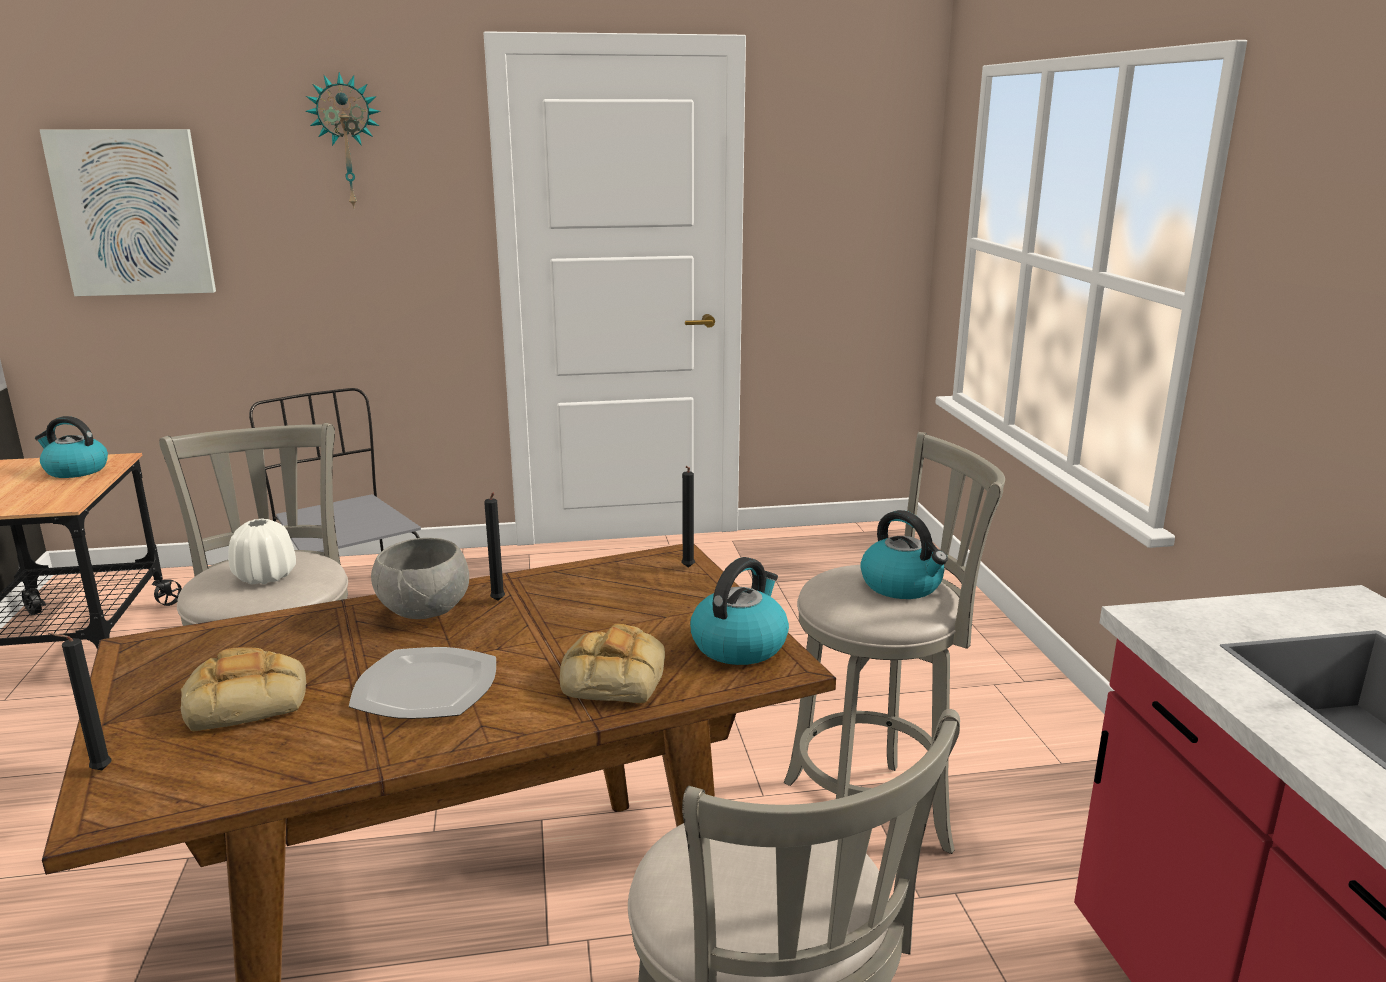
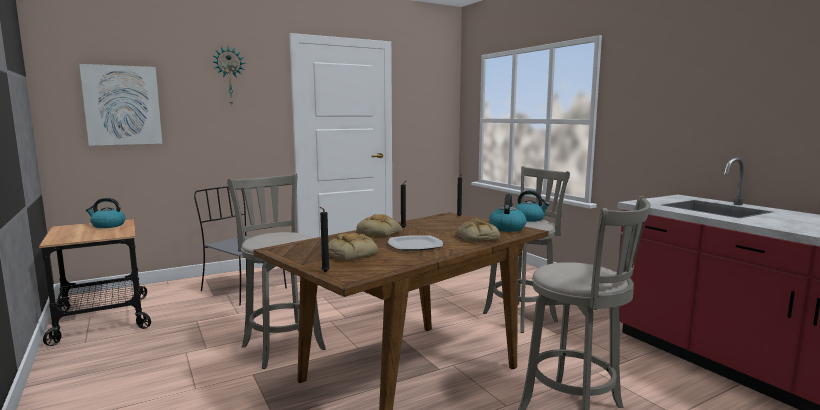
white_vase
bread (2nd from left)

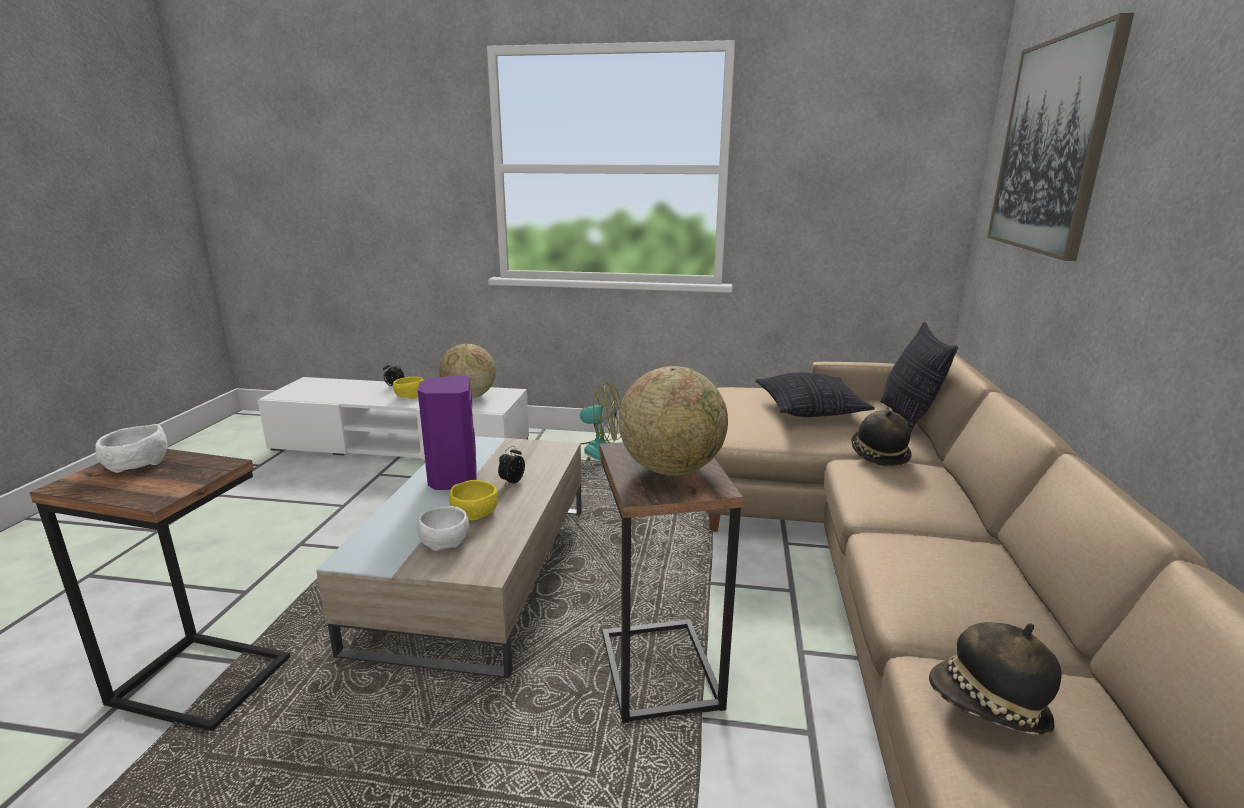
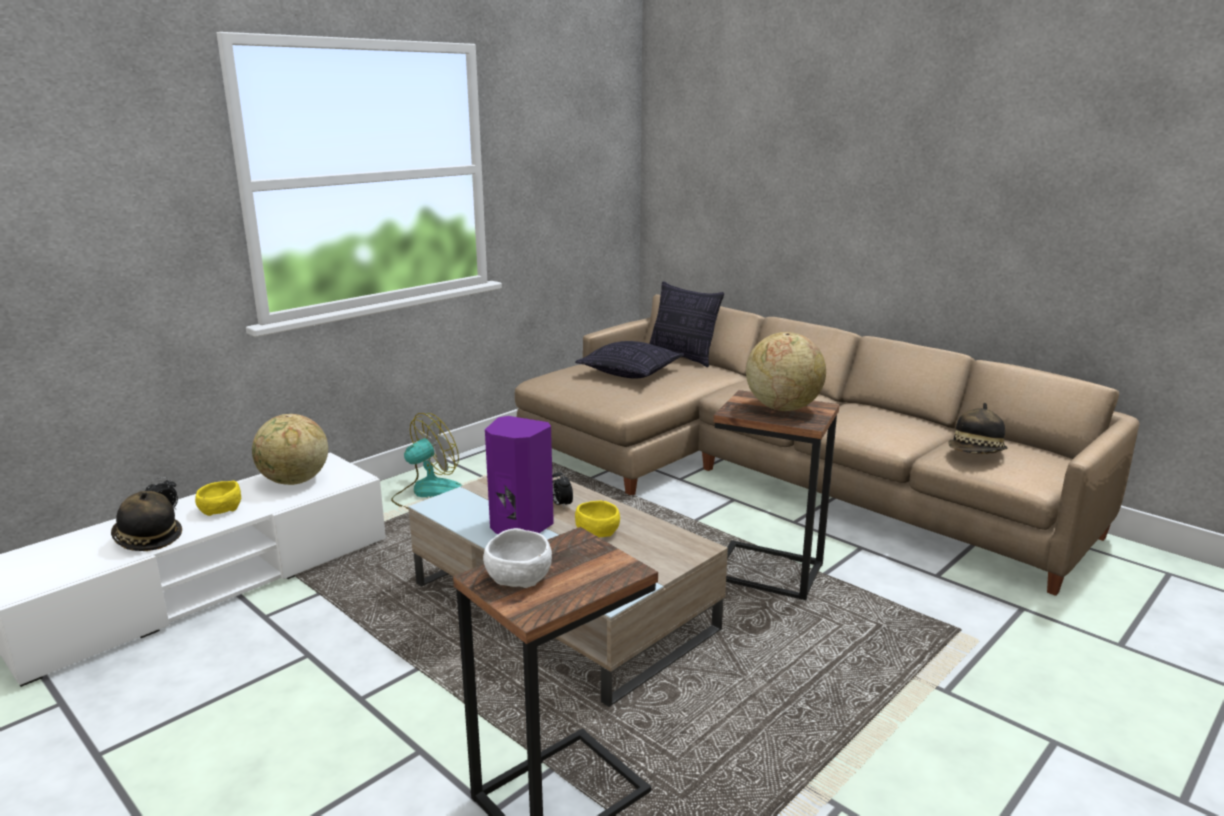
white_bowl (2nd from left in the first image)
picture
hat (1st from left)

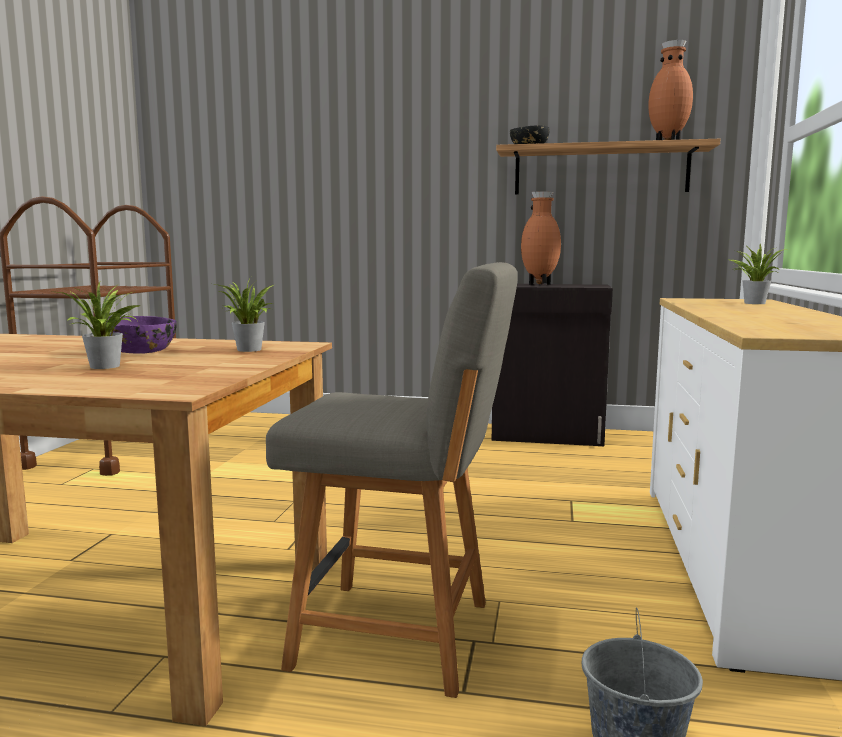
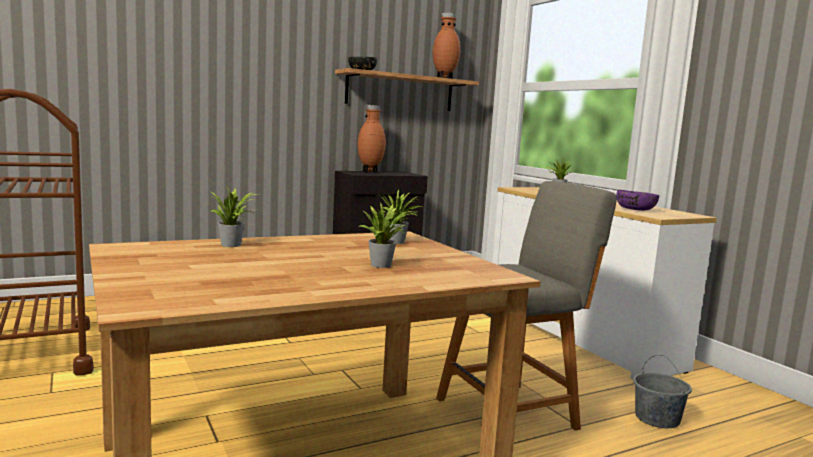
potted_plant (1st from left)
purple_bowl

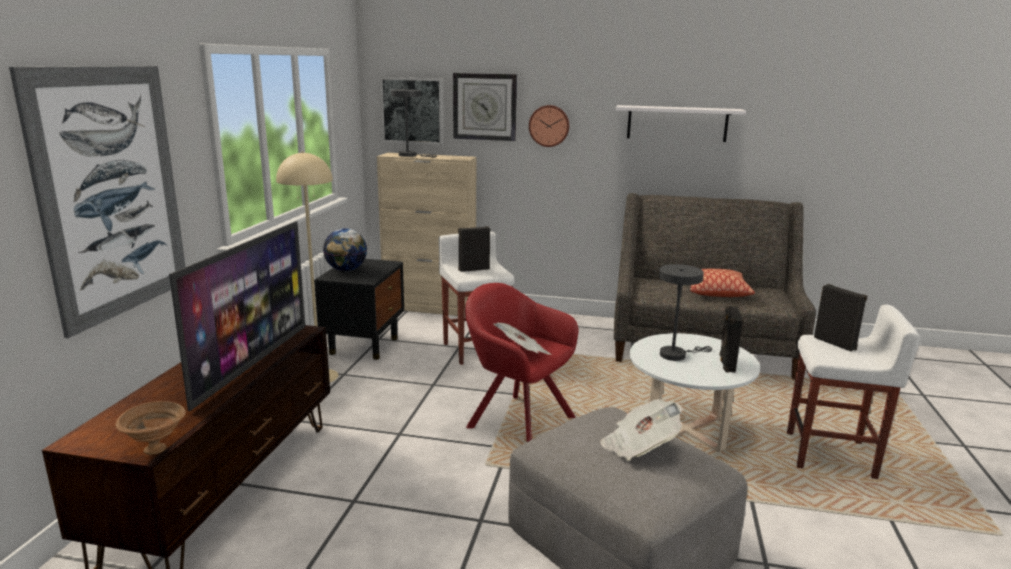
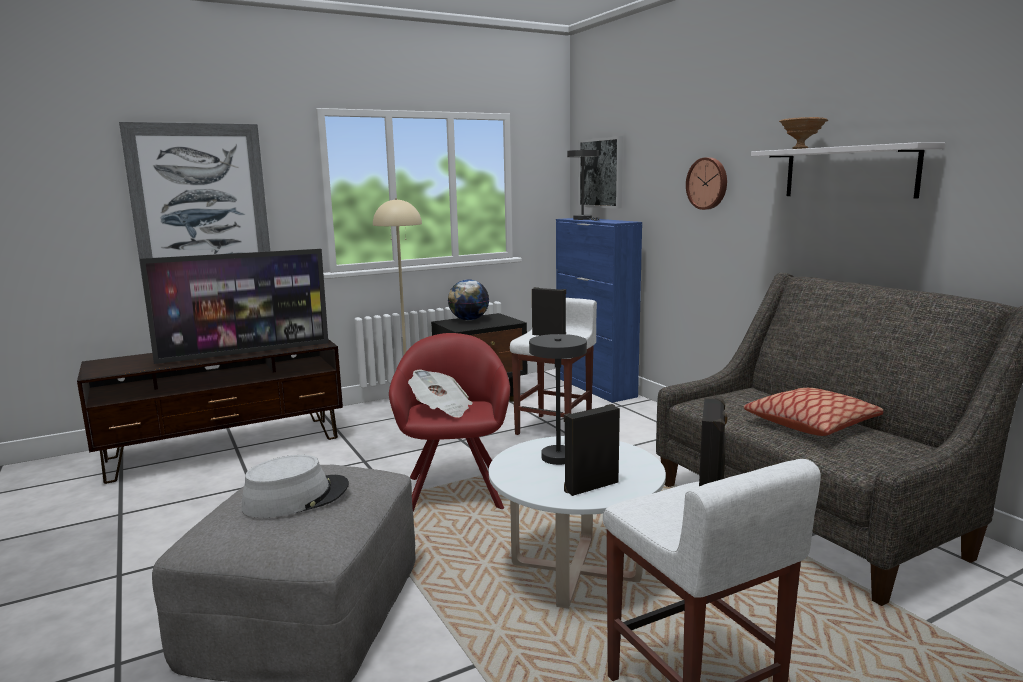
wall_clock (1st from left in the first image)
brown_bowl
grey_hat
blue_cabinet

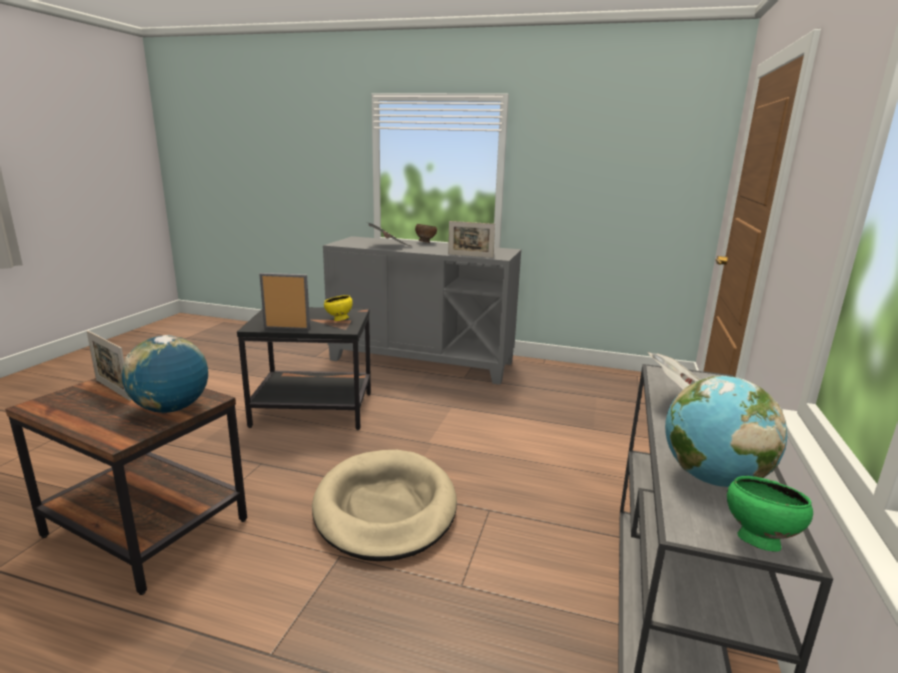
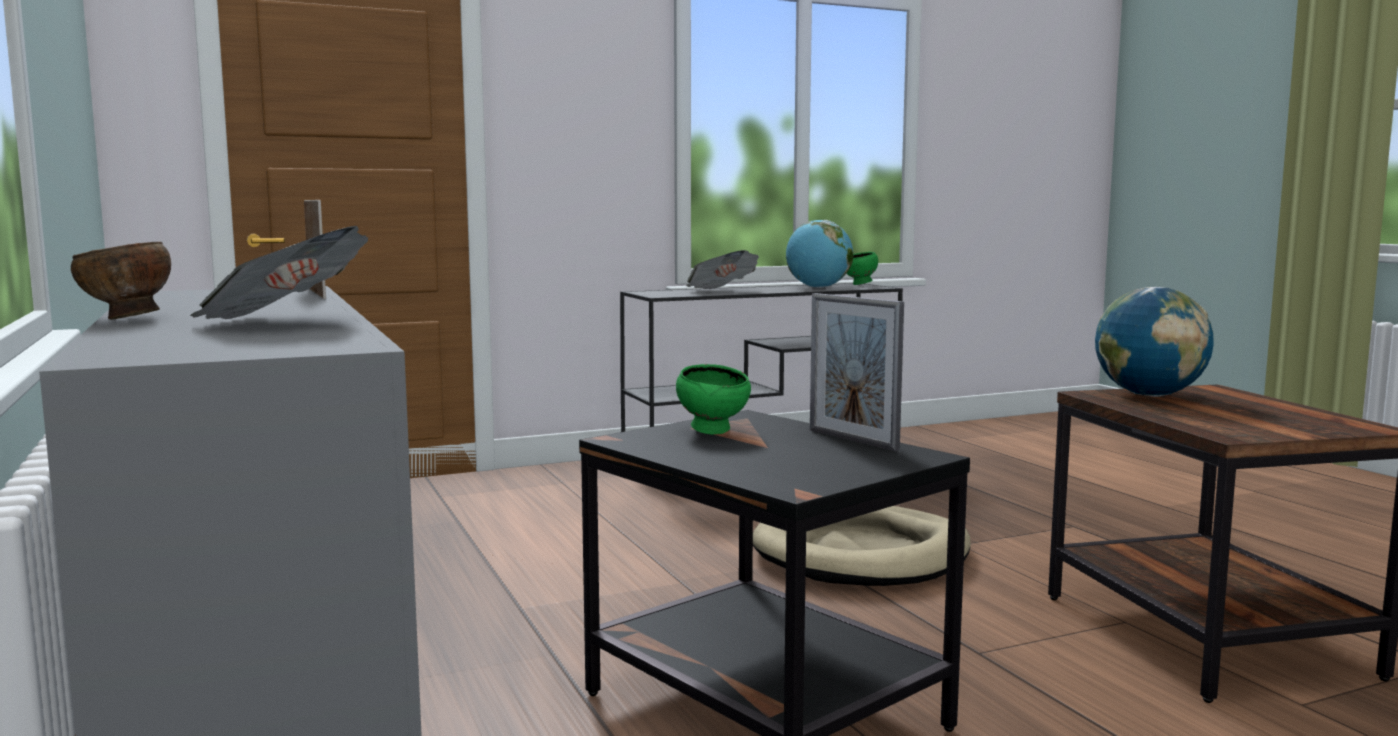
picture_frame (1st from left in the first image)
green_bowl (1st from left)

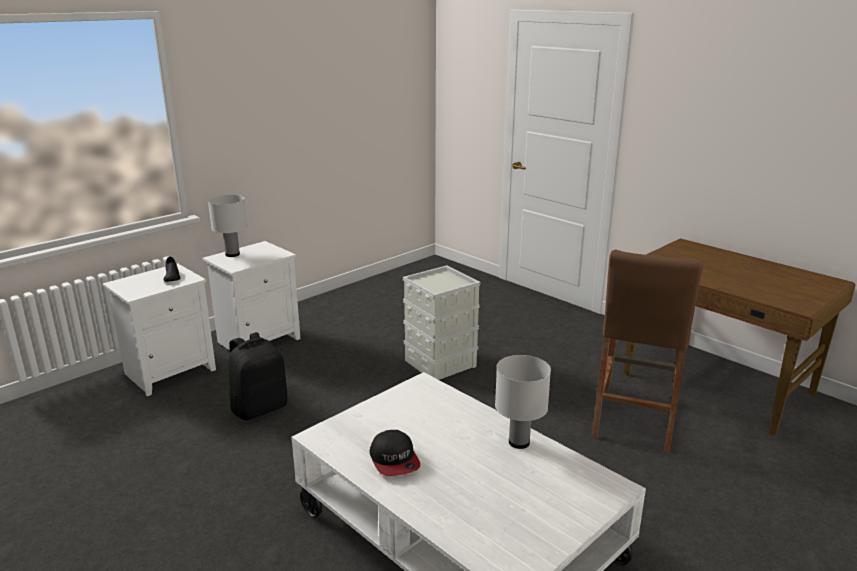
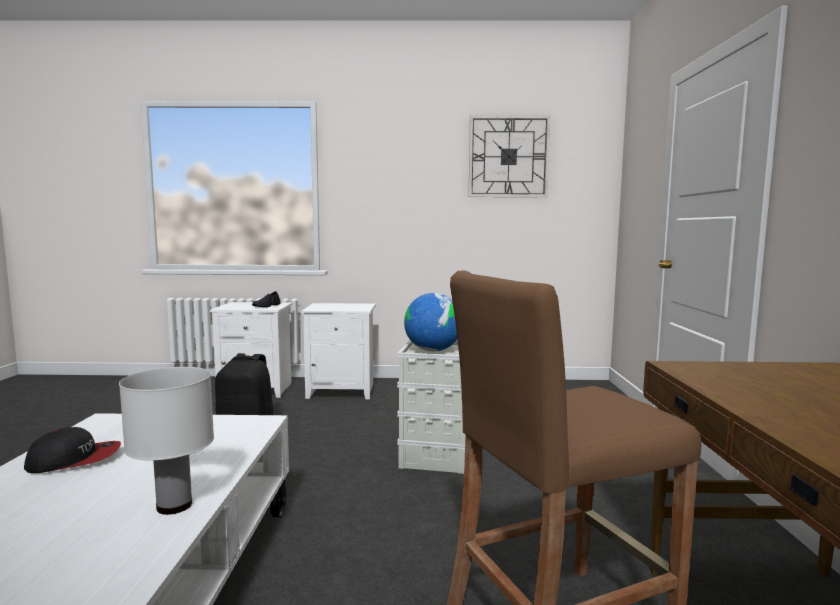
white_table_lamp (1st from left in the first image)
globe
wall_clock
cap

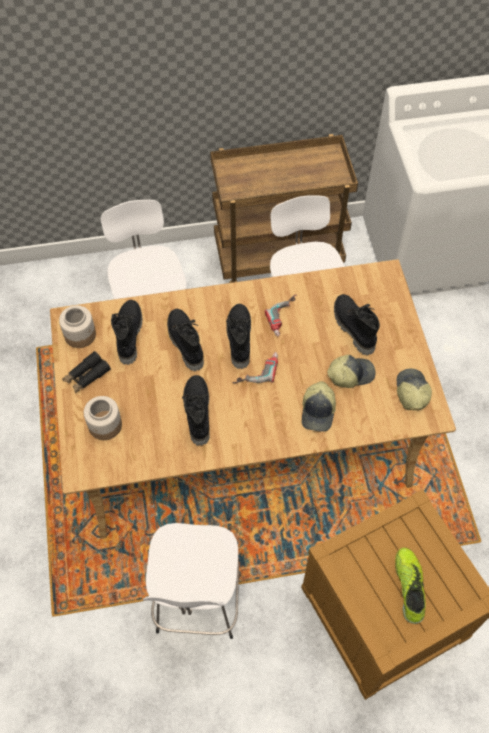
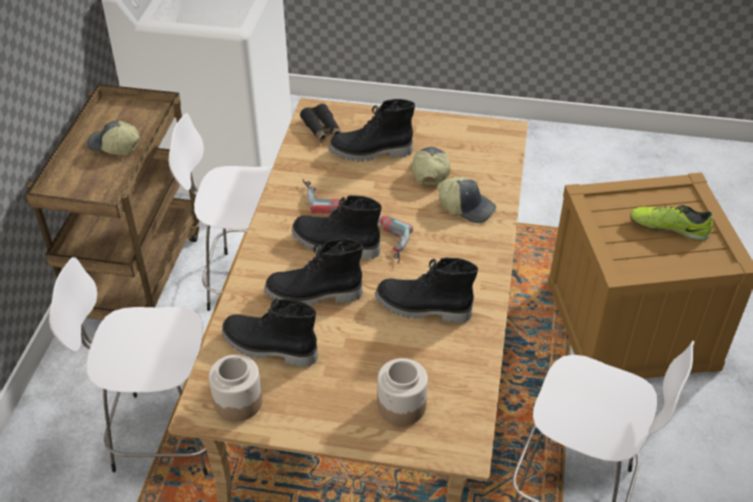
black_binoculars
cap (1st from left)

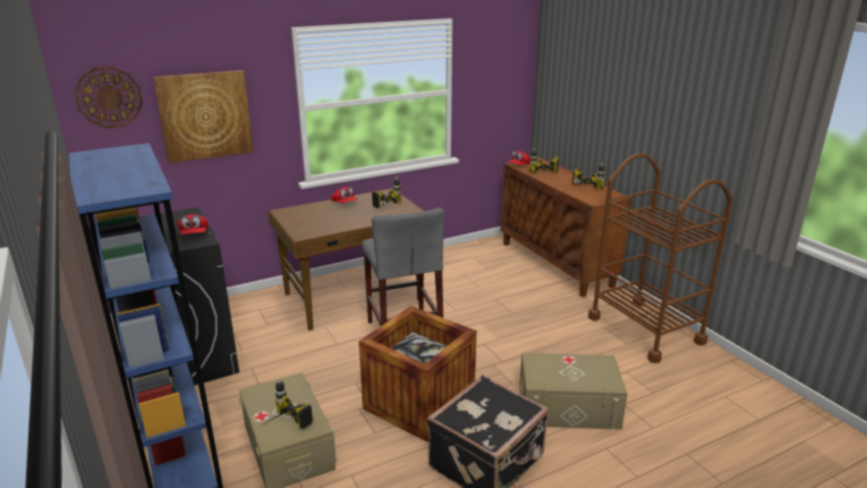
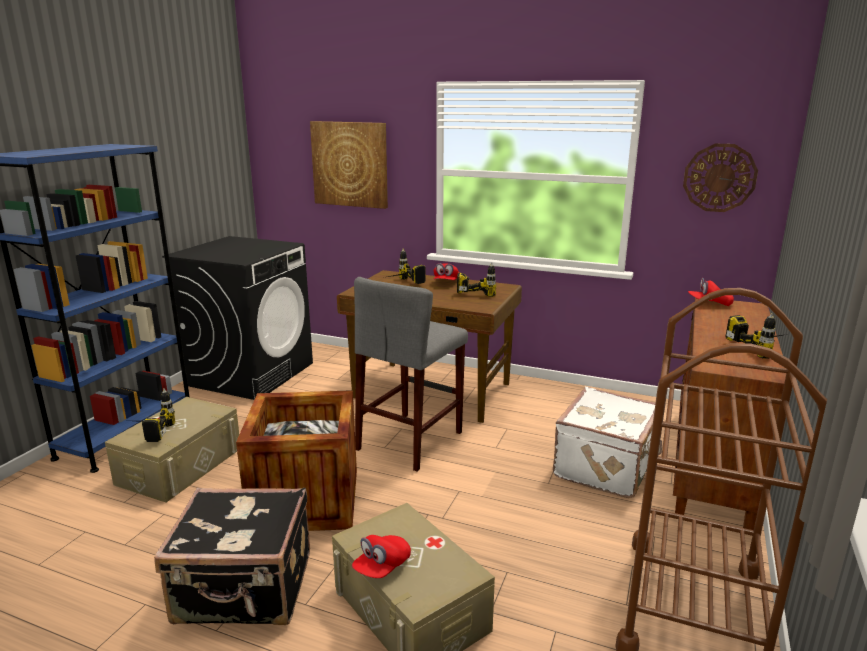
white_suitcase
wall_clock
red_cap (1st from left)
power_drill (2nd from left)

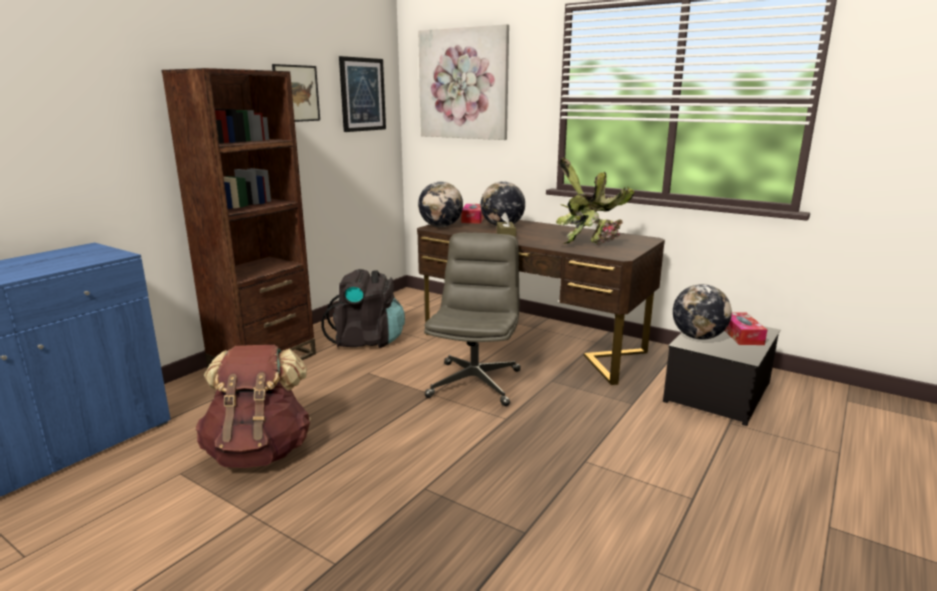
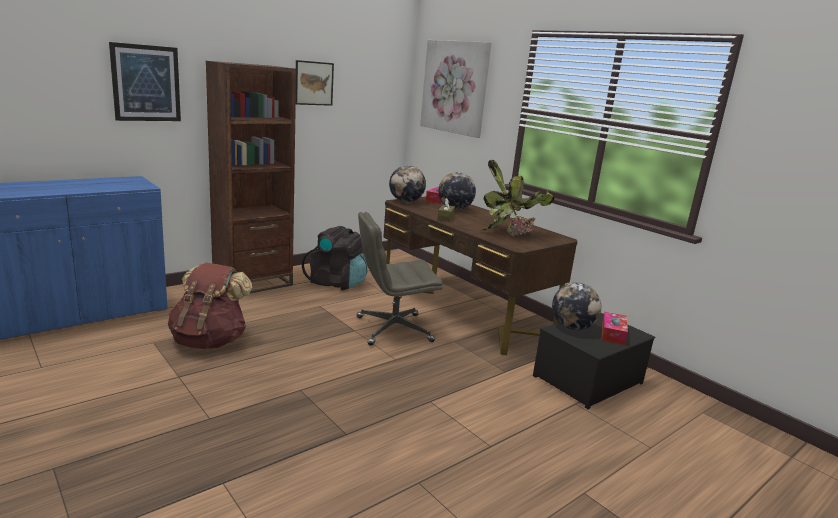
picture (1st from left)
grey_office_chair

